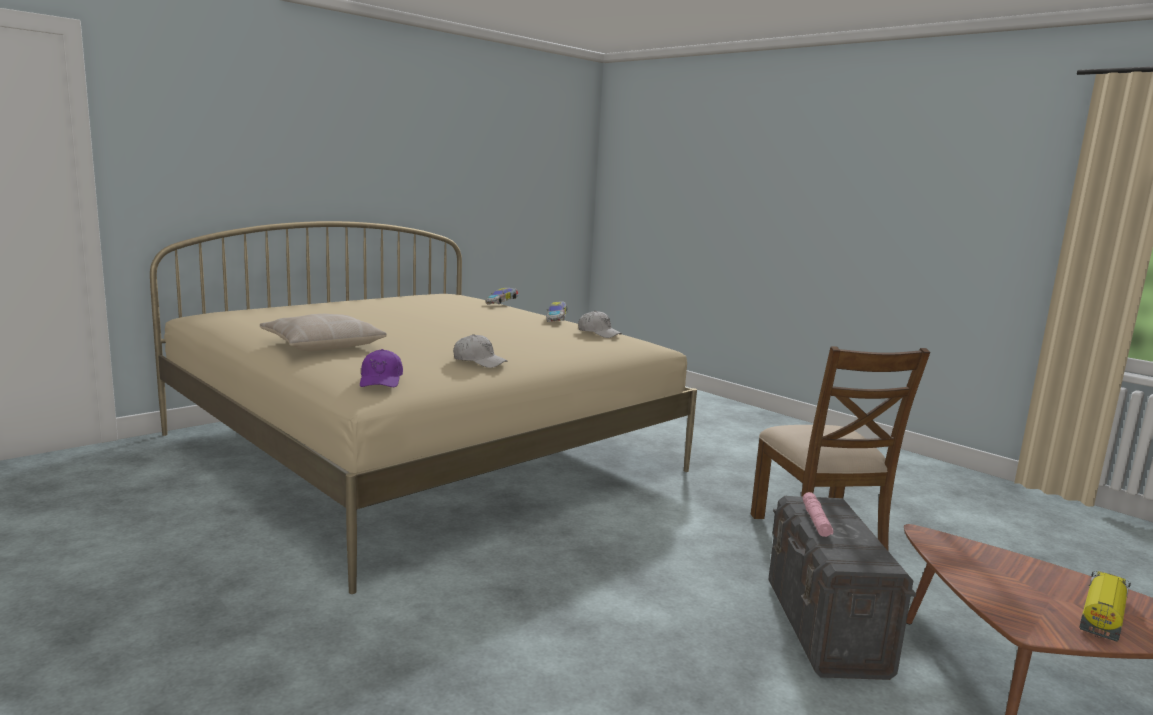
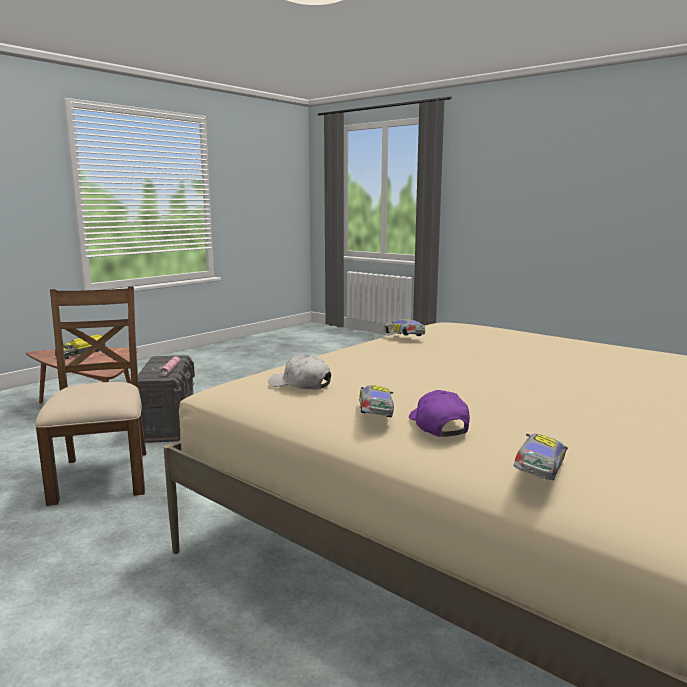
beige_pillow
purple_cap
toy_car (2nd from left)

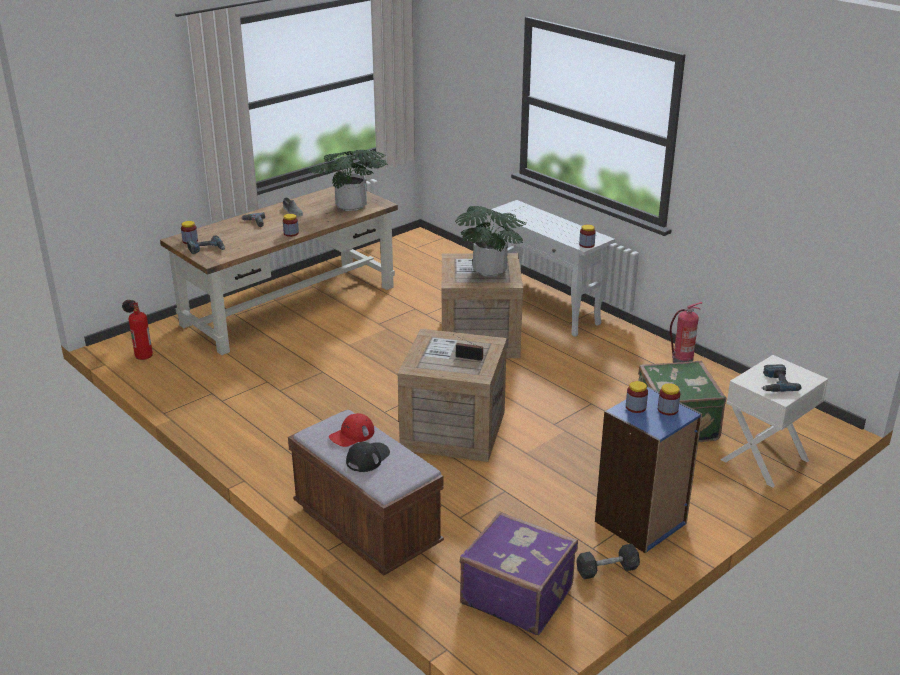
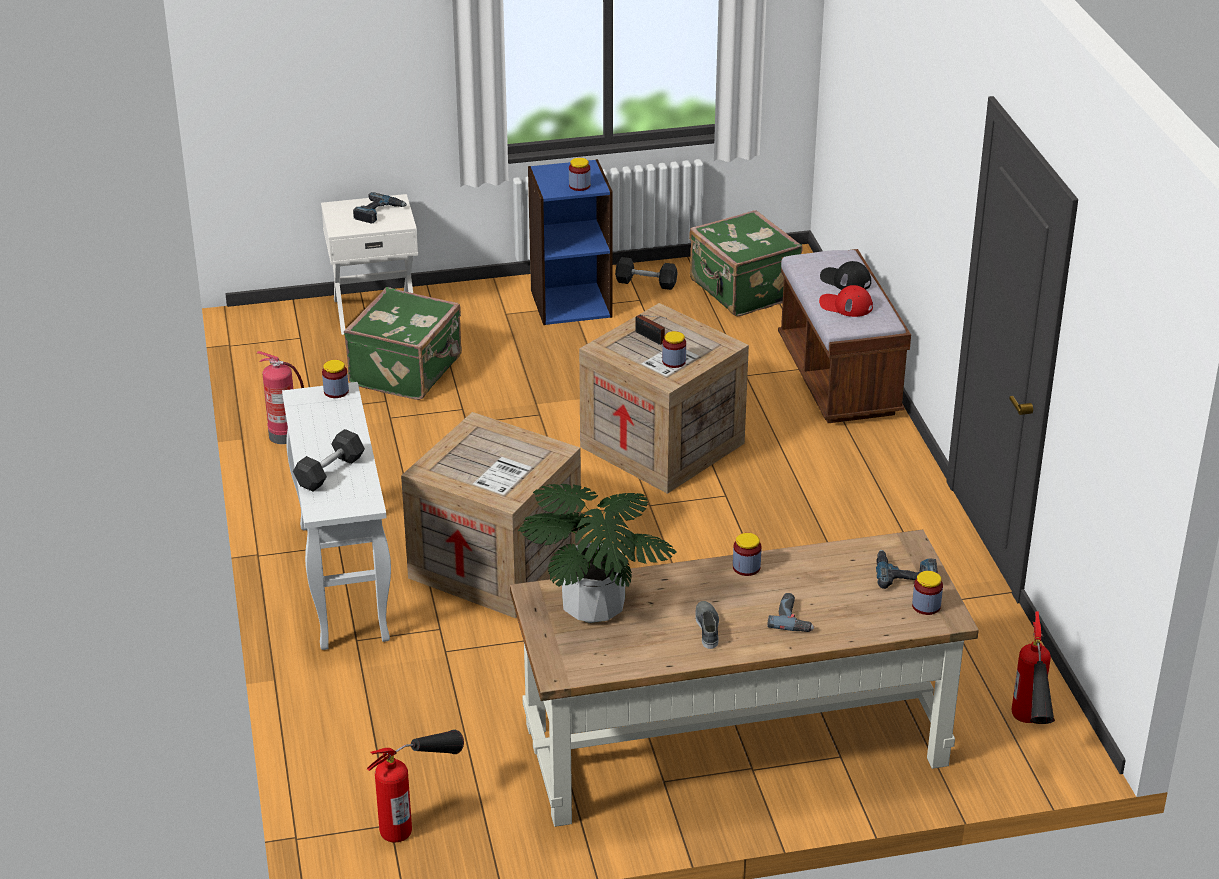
potted_plant (2nd from left in the first image)
grey_dumbbell (1st from left)
fire_extinguisher (2nd from left)
jar (3rd from left)
green_suitcase (2nd from left)
red_cap
black_cap

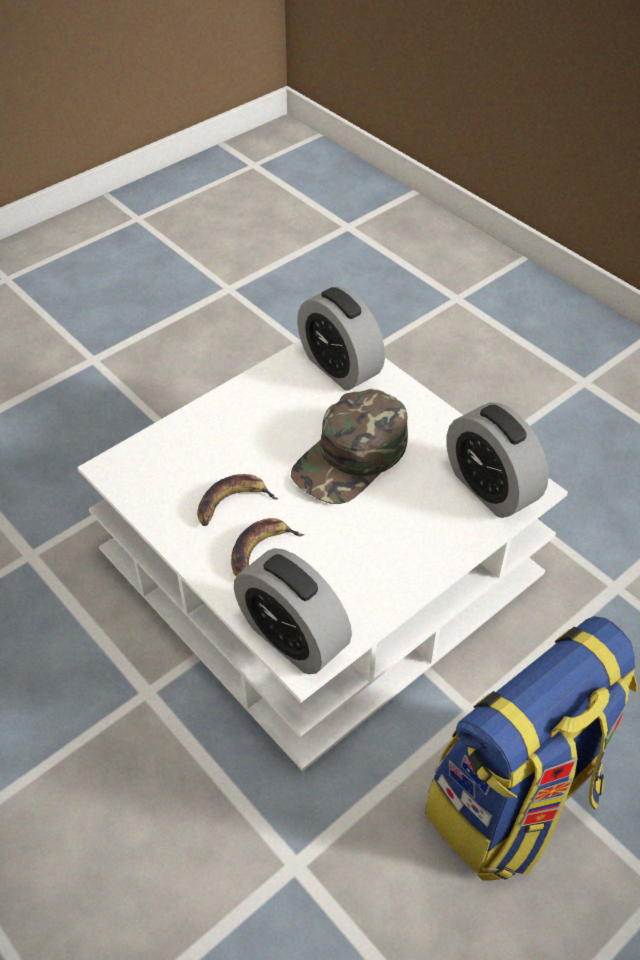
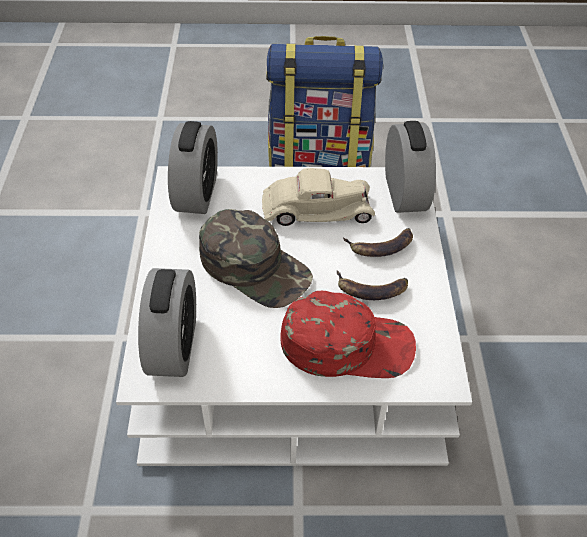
beige_toy_car
red_cap
green_cap

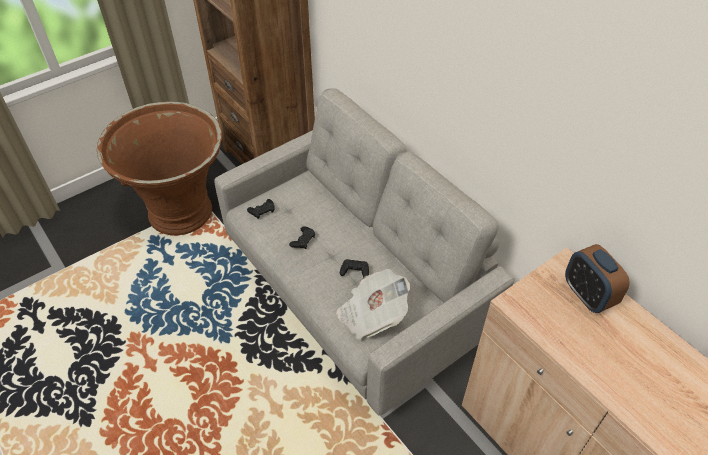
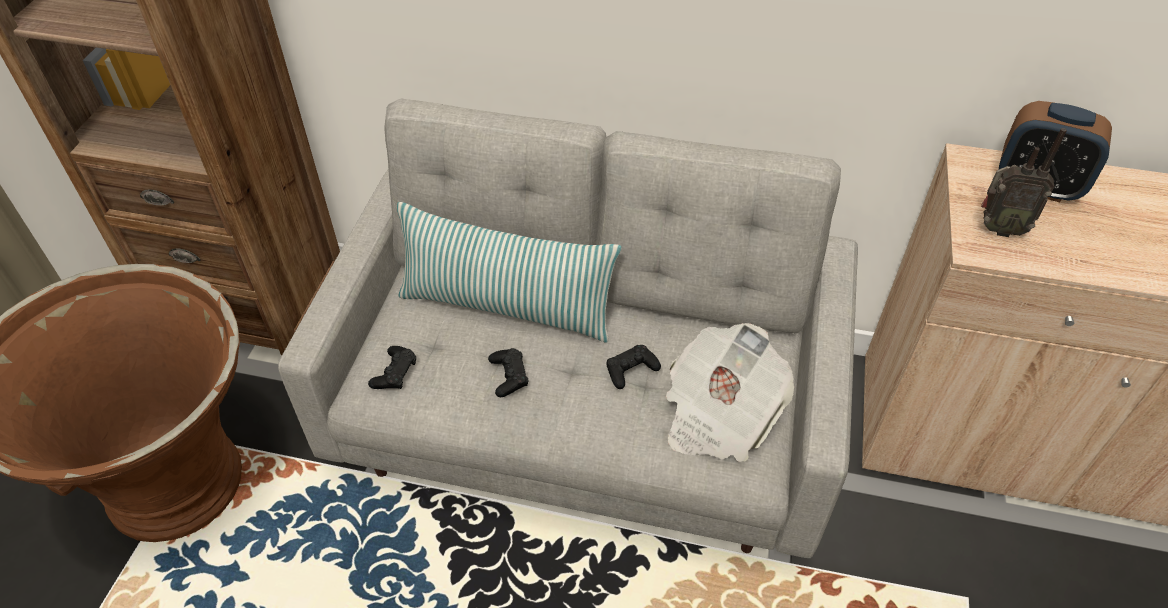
pillow
radio

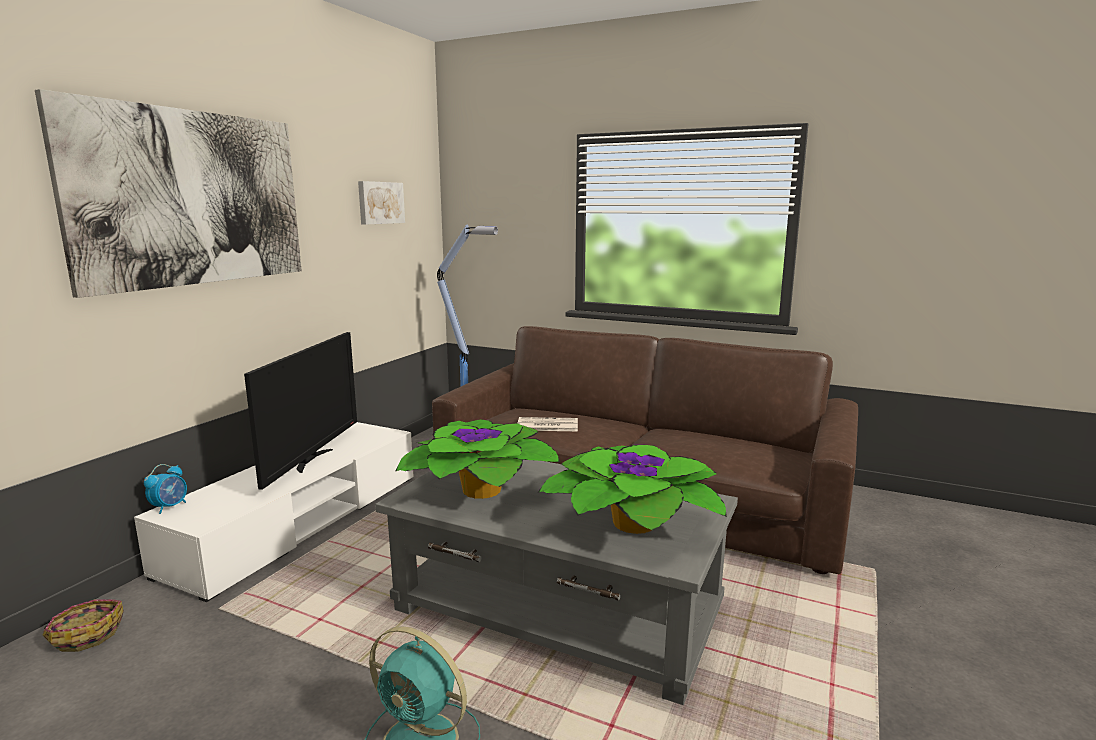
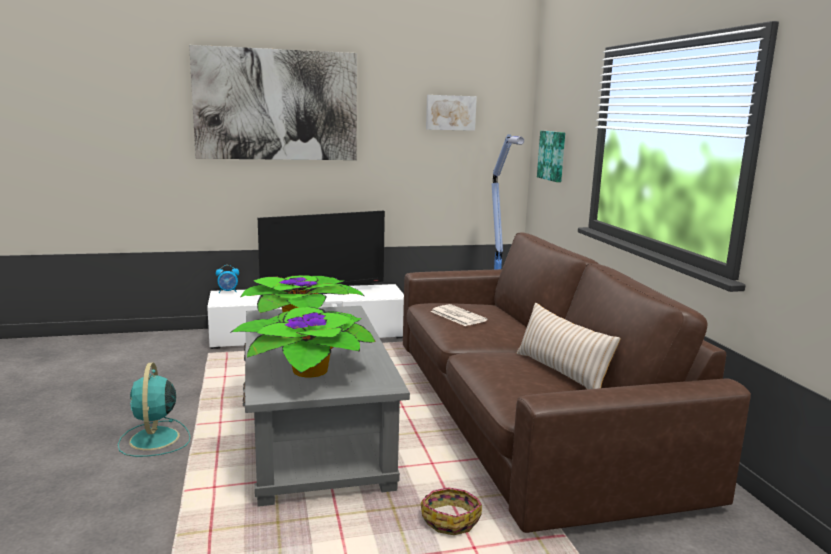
beige_pillow
picture (3rd from left)
basket

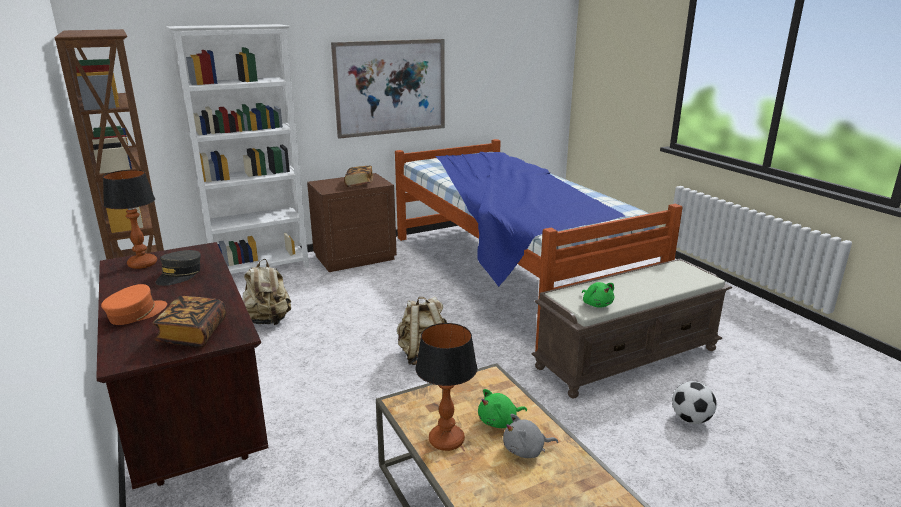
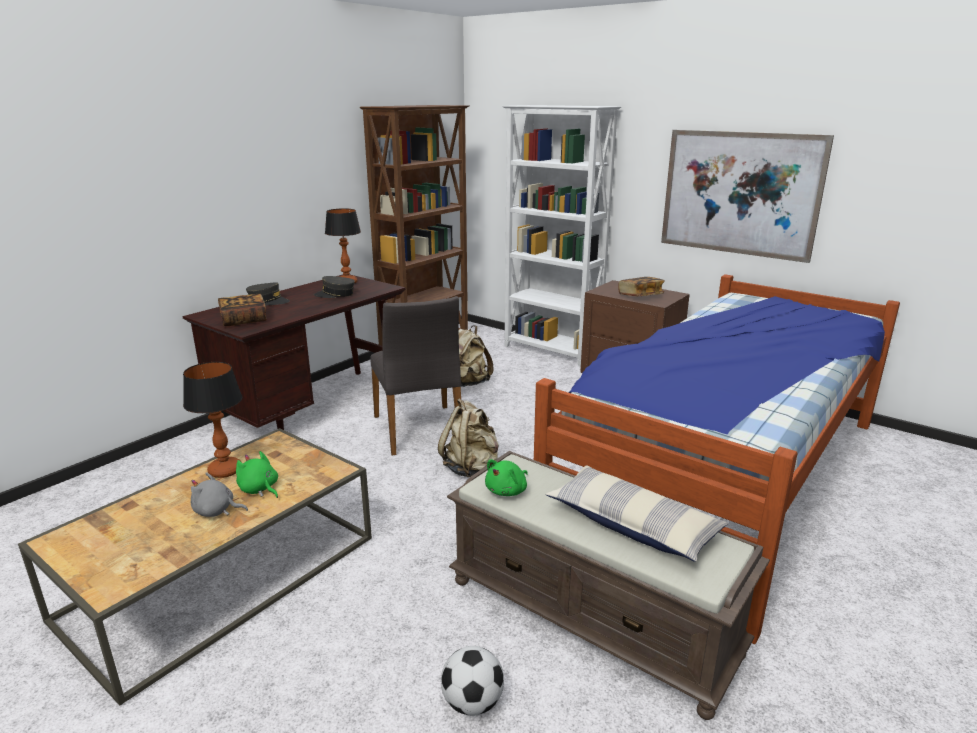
grey_chair
pillow
grey_cap (1st from left)
grey_plush_toy

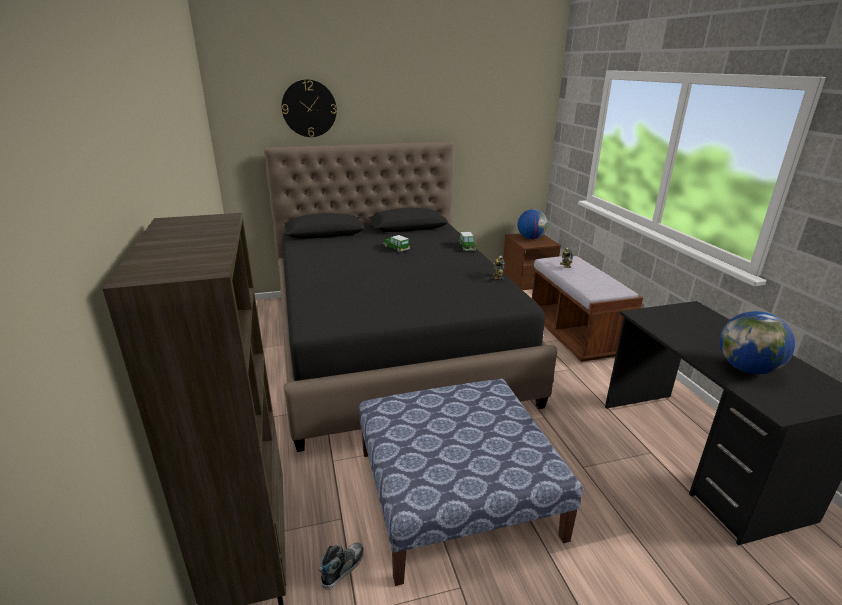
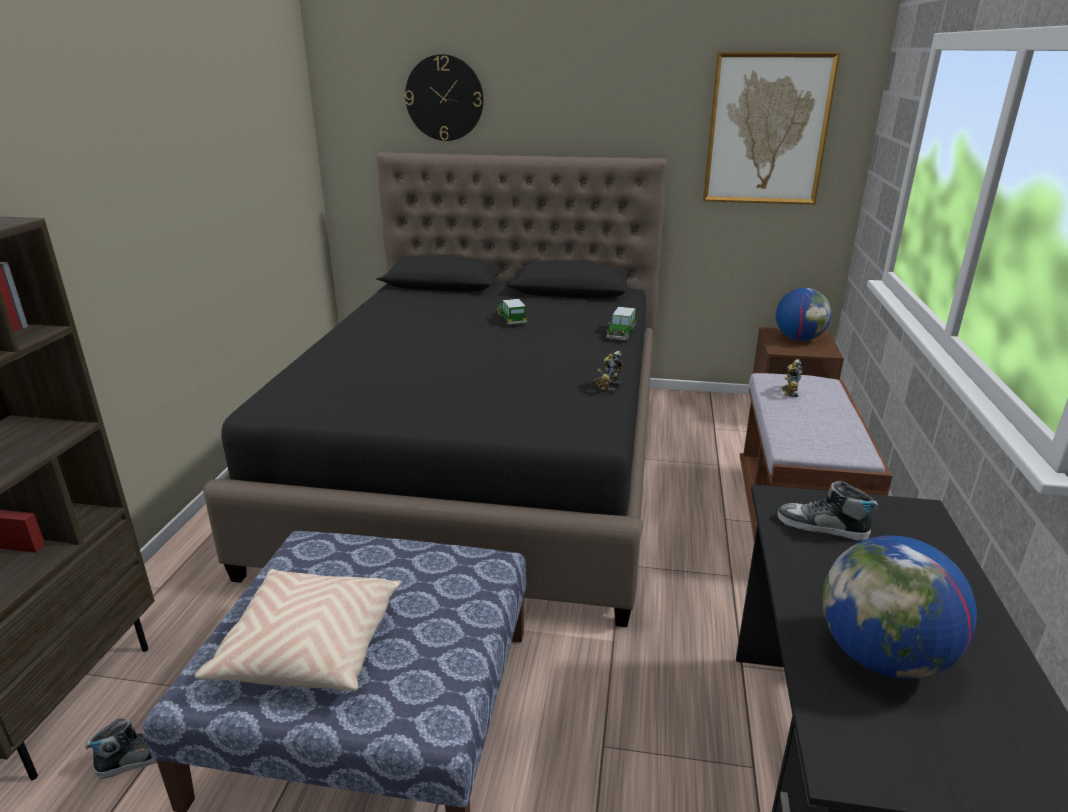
beige_pillow
picture
shoe (2nd from left)

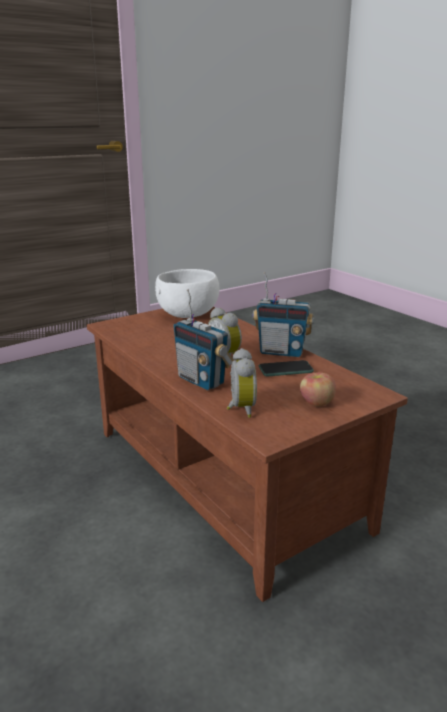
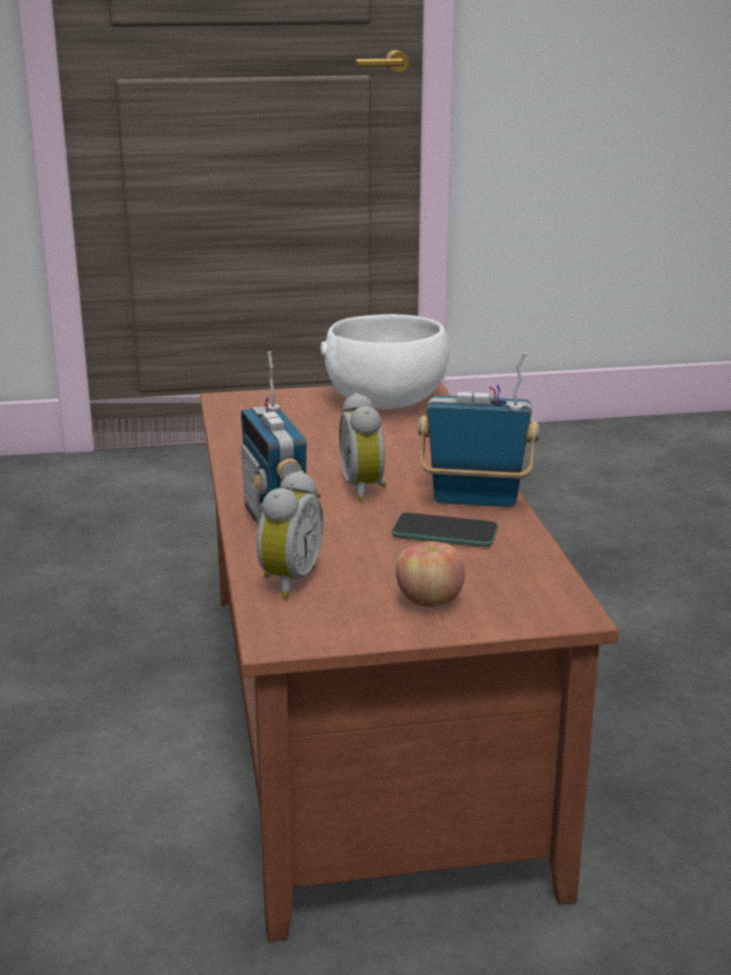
radio (2nd from left)

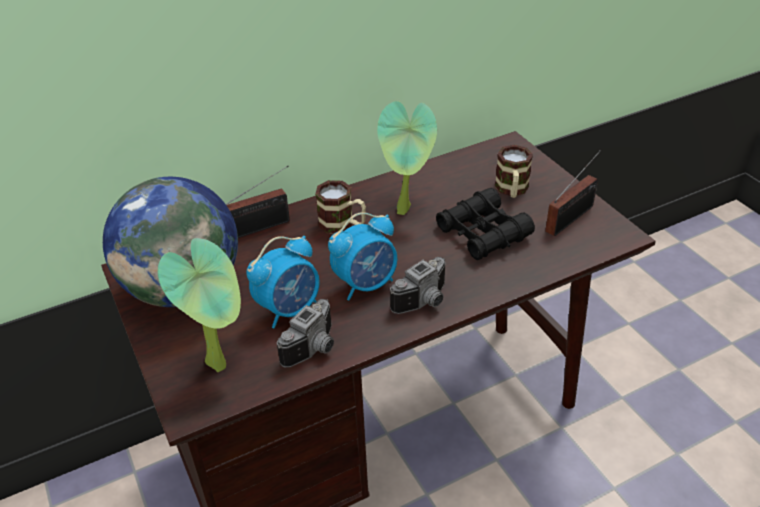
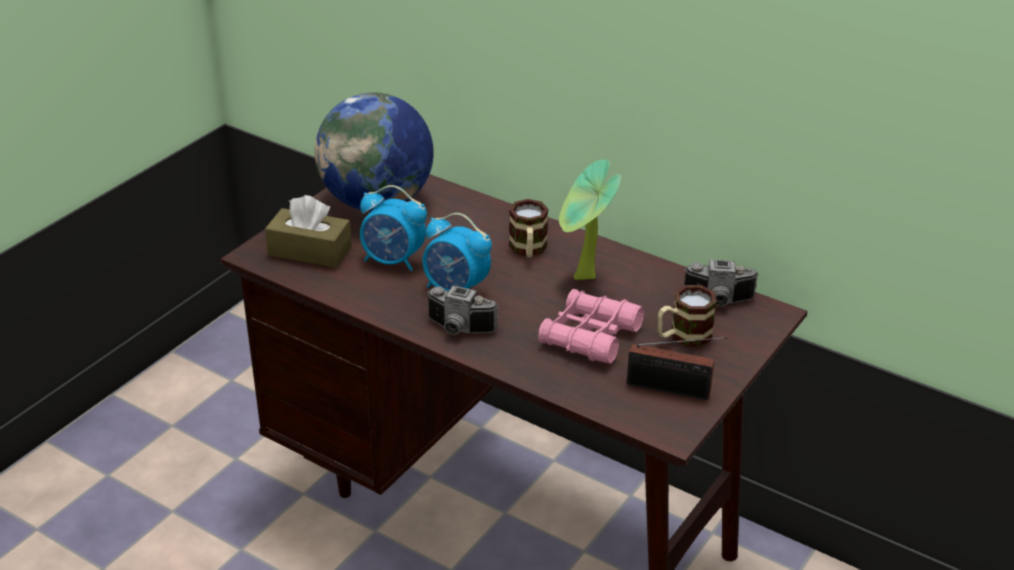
radio (1st from left in the first image)
photo_camera (2nd from left)
brown_tissue_box
pink_binoculars

